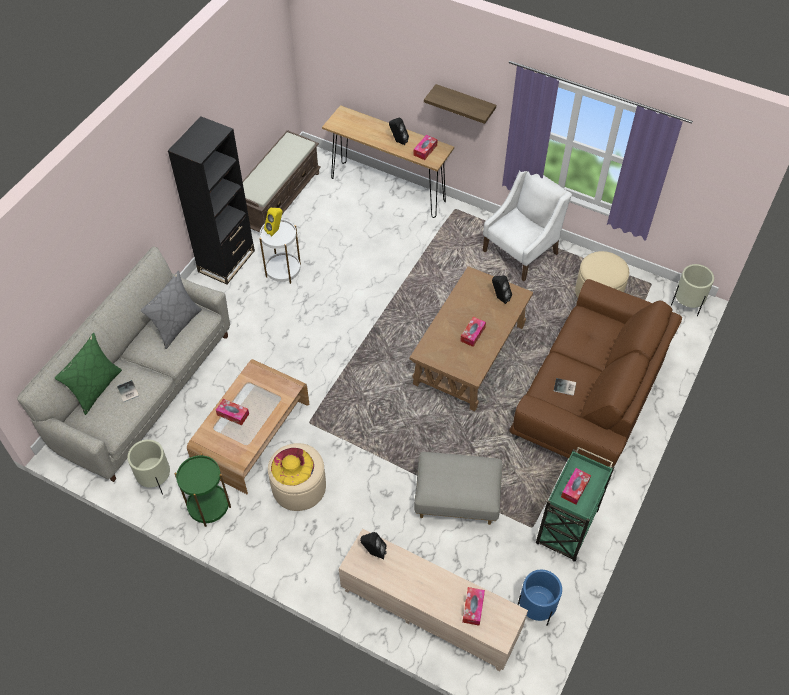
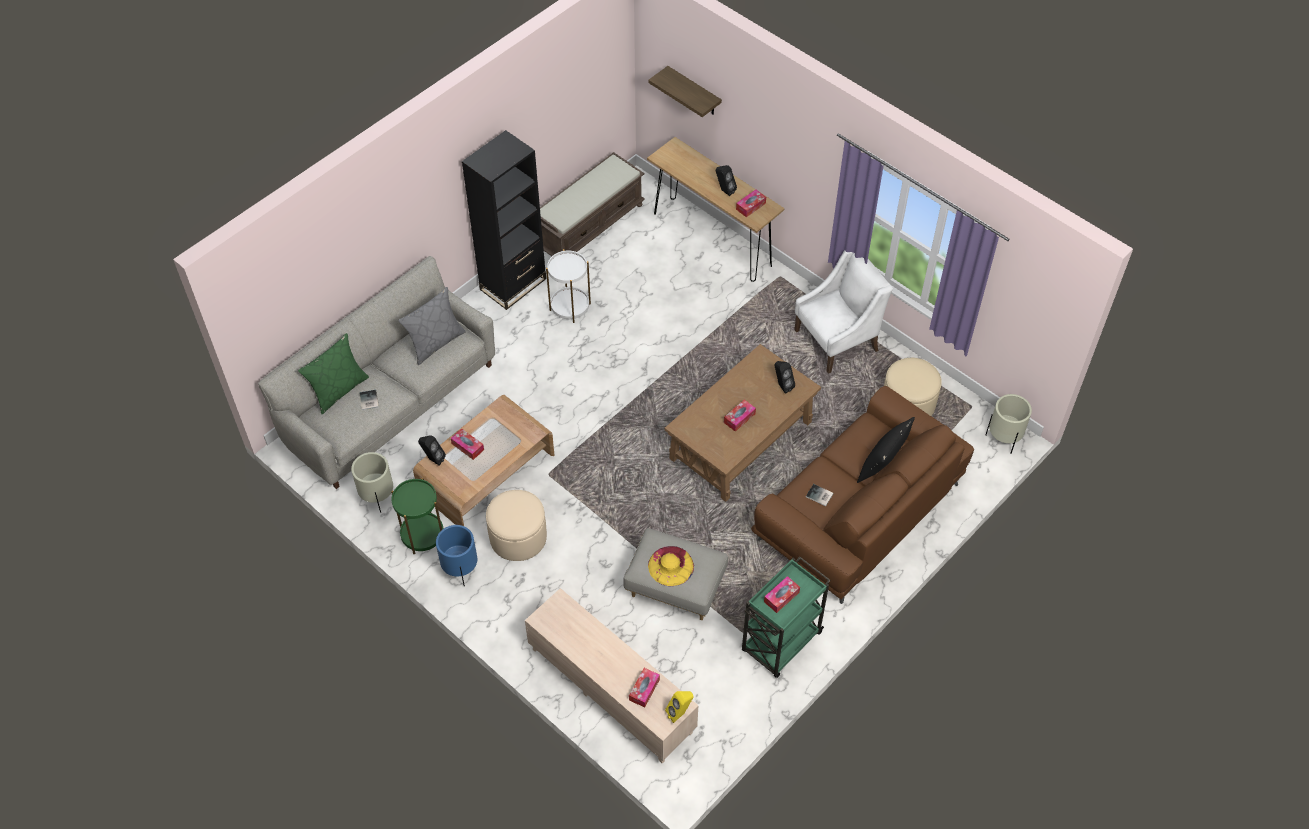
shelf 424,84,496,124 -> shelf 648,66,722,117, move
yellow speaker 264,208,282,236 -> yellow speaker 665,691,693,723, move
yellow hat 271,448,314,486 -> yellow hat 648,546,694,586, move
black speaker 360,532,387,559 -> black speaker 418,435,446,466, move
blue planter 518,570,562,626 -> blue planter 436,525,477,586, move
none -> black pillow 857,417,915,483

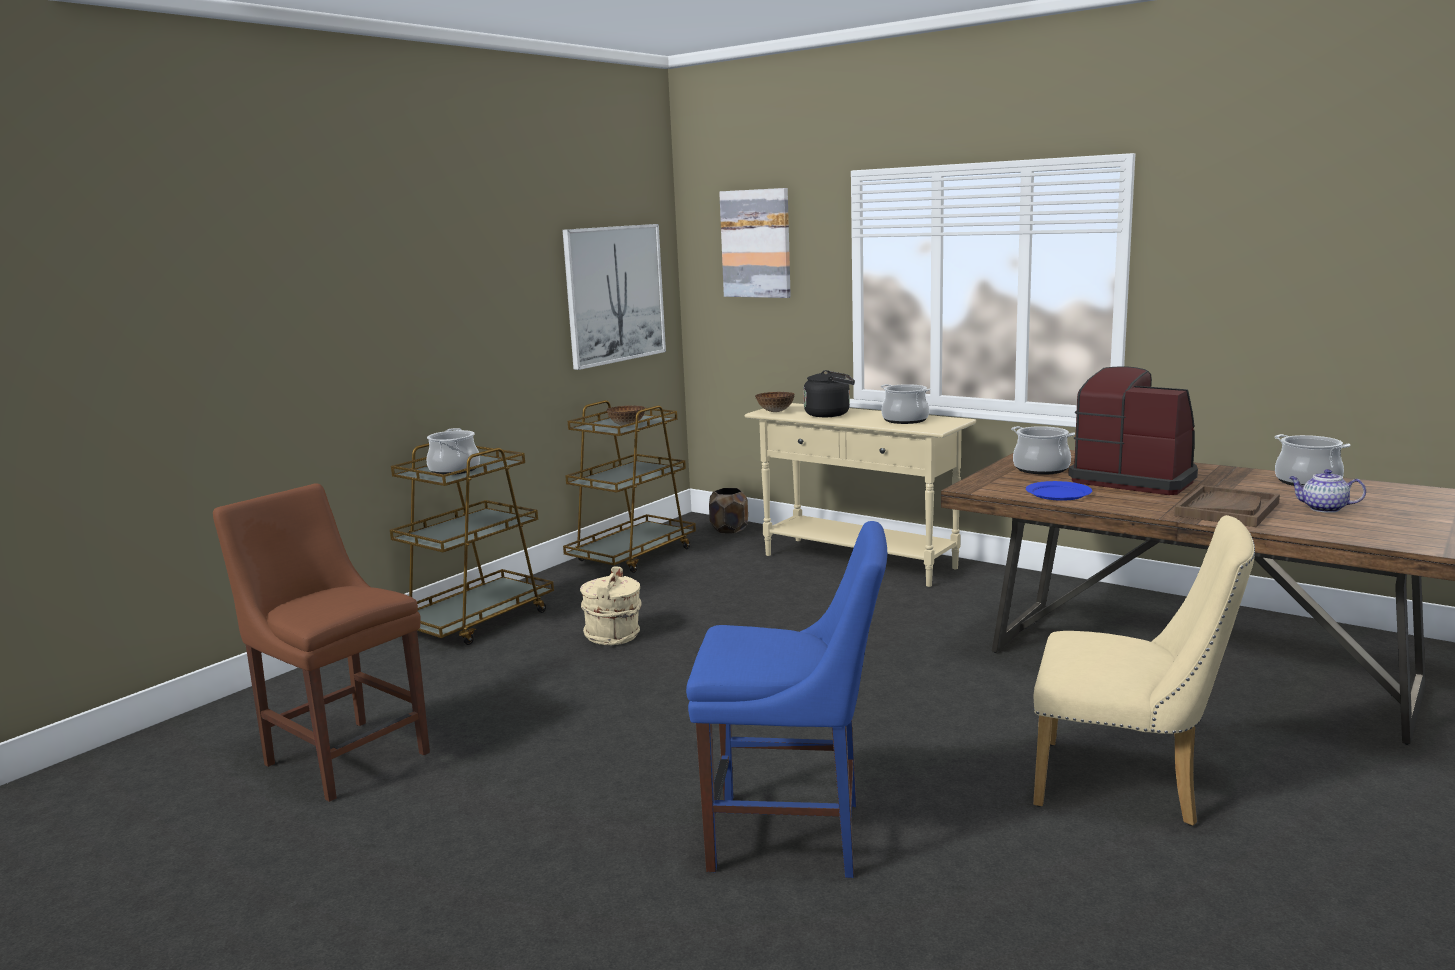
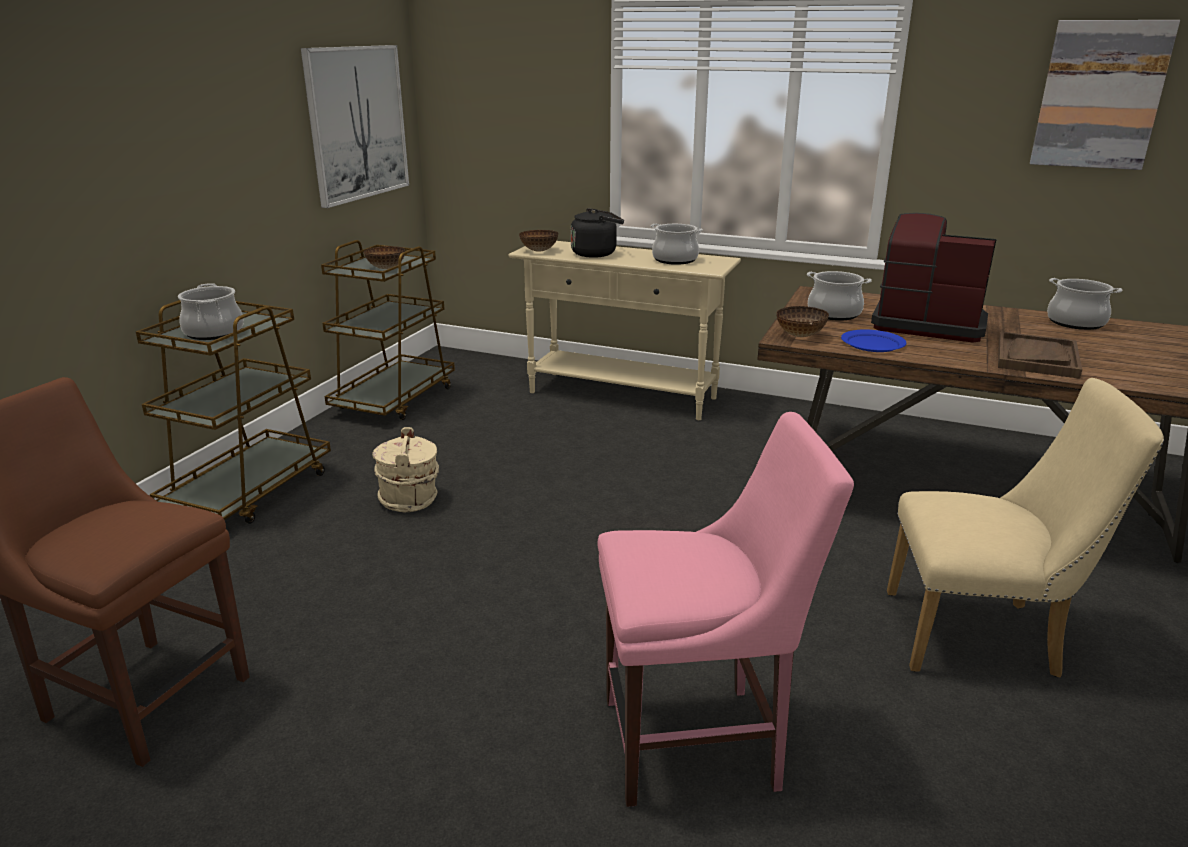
picture 719,188,791,298 -> picture 1030,20,1180,170, move
teapot 1289,469,1366,513 -> none
brown planter 709,488,748,533 -> none
blue chair 686,521,887,878 -> pink chair 597,412,854,807
none -> bowl 776,306,829,337

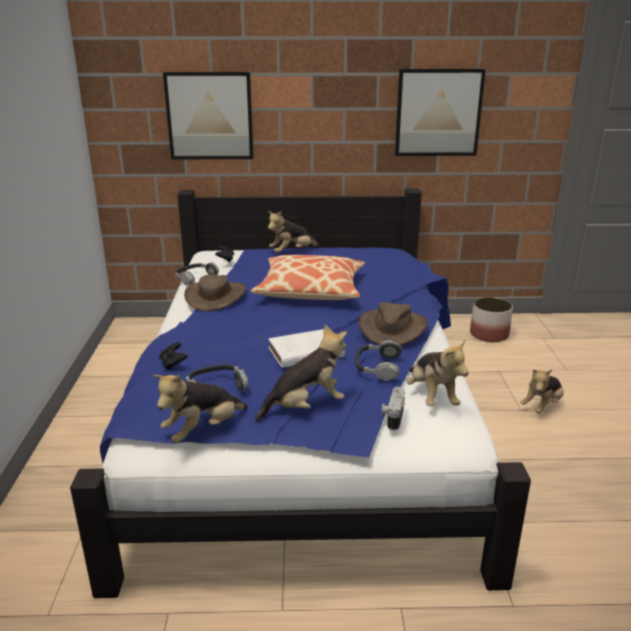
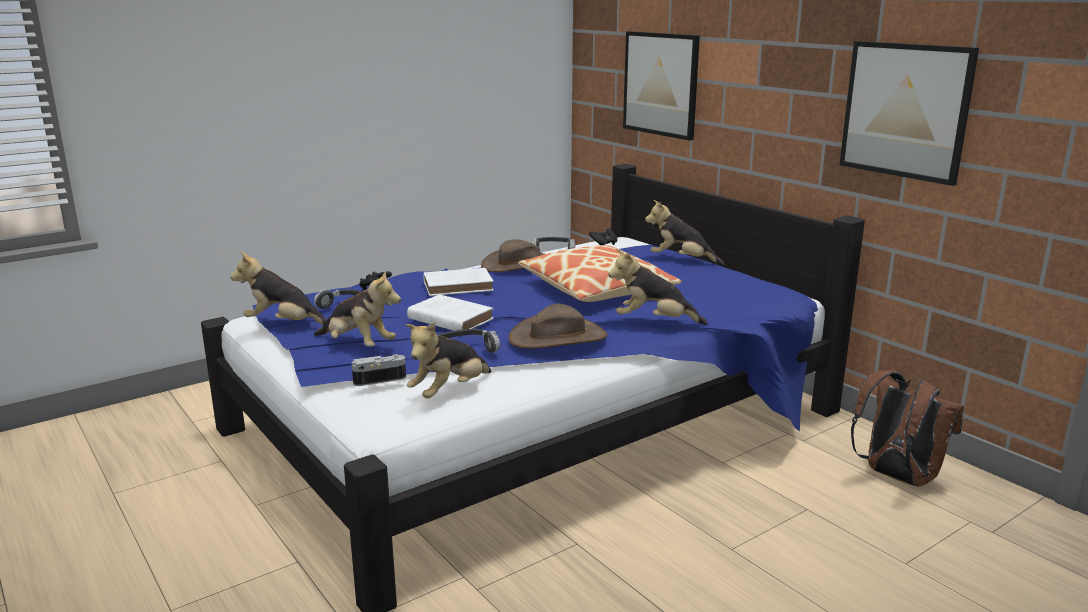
planter 470,297,513,342 -> brown backpack 851,370,964,487
plush toy 520,369,564,414 -> plush toy 608,249,708,325, move
none -> white book 423,268,494,296

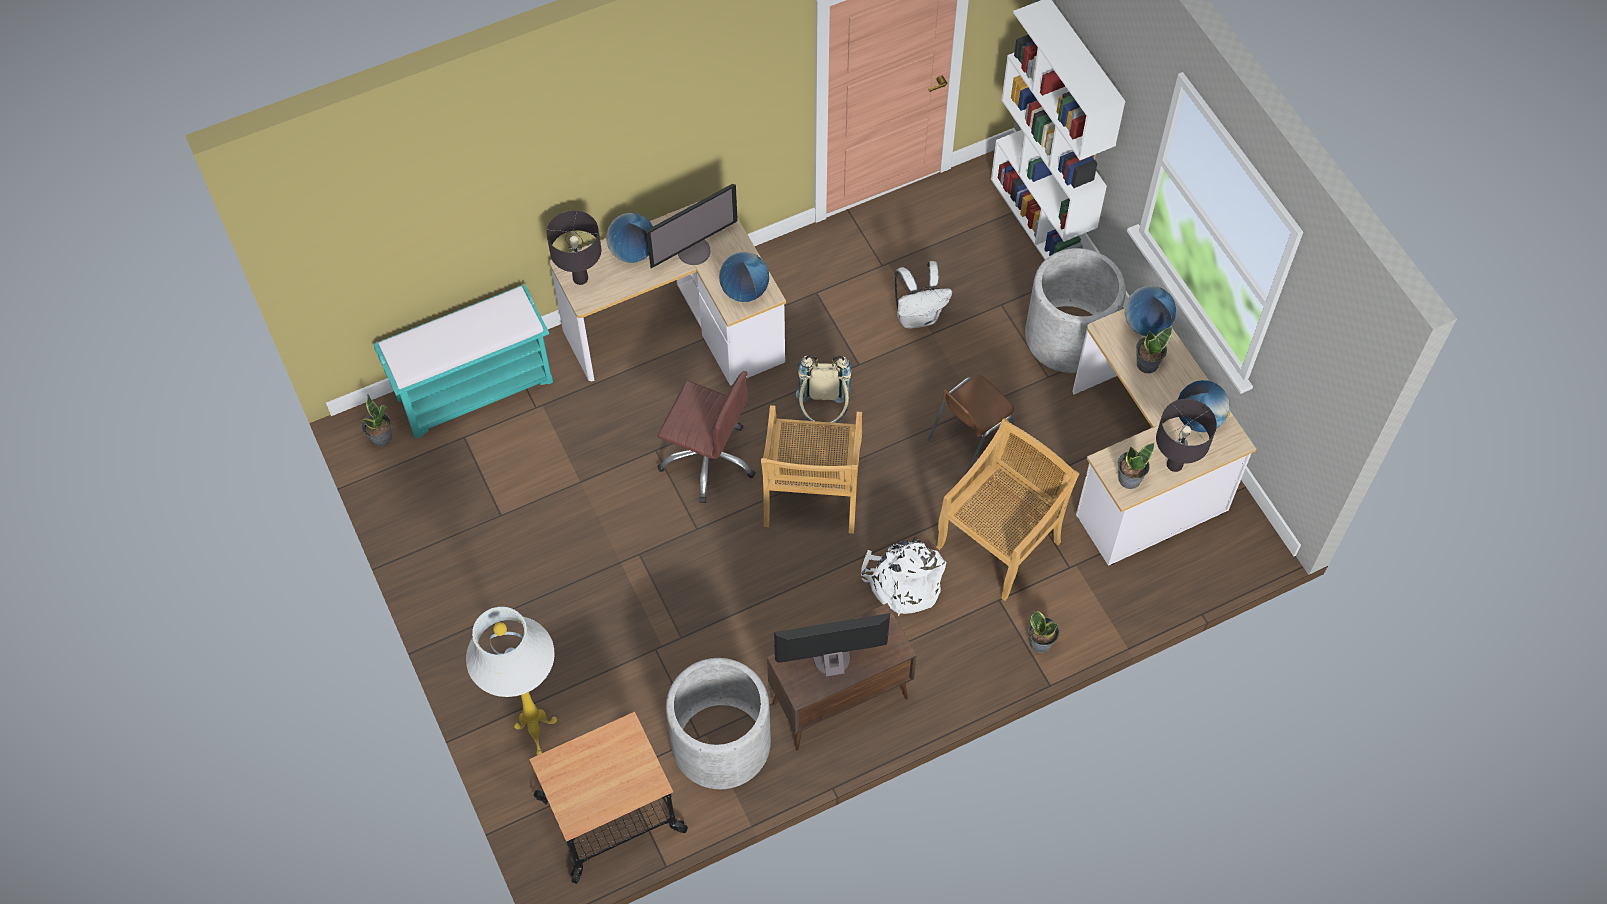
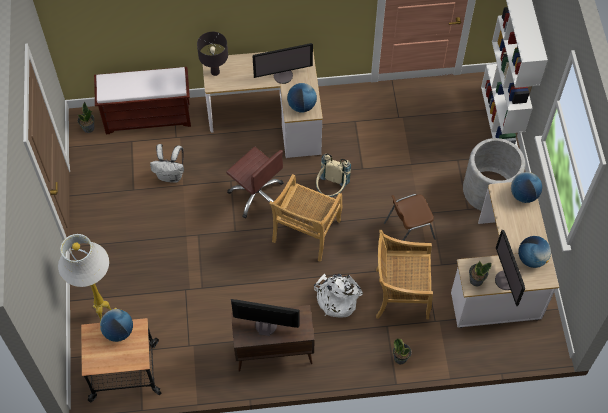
globe 606,213,653,263 -> globe 100,309,133,342, move
white backpack 895,261,952,329 -> white backpack 150,144,184,183, move
turquoise bench 374,284,553,439 -> brown bench 94,67,191,134
potted plant 1136,327,1172,373 -> none
black table lamp 1156,399,1217,472 -> monitor 495,230,525,306
beige chair 936,418,1080,601 -> beige chair 376,230,433,319, 150 degrees counterclockwise
grey planter 666,658,771,789 -> none

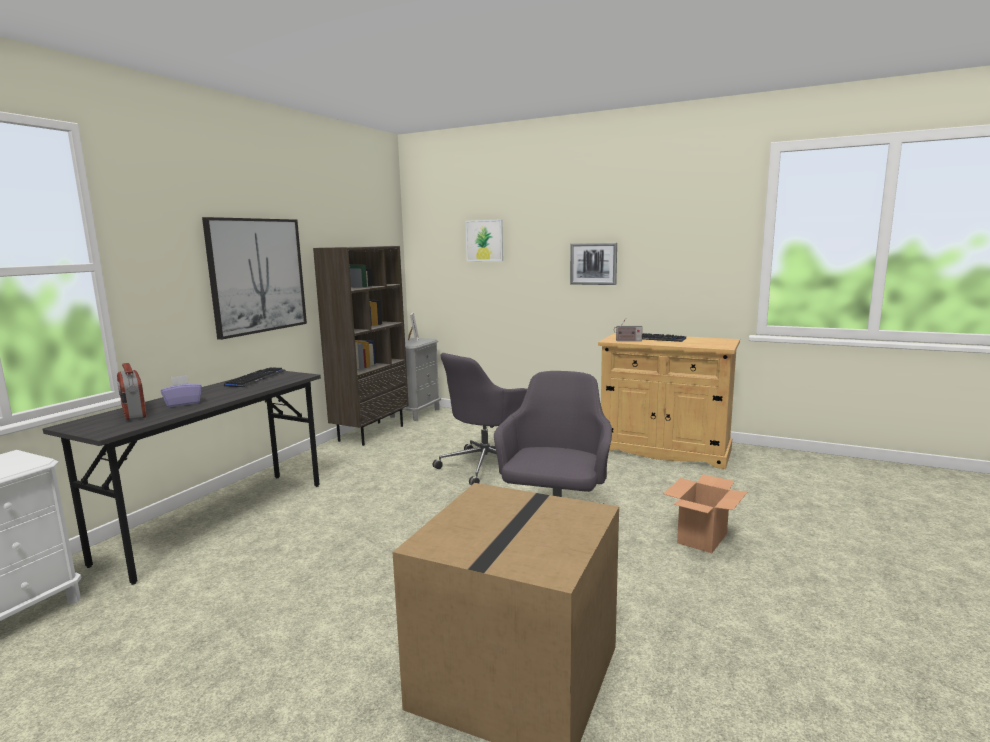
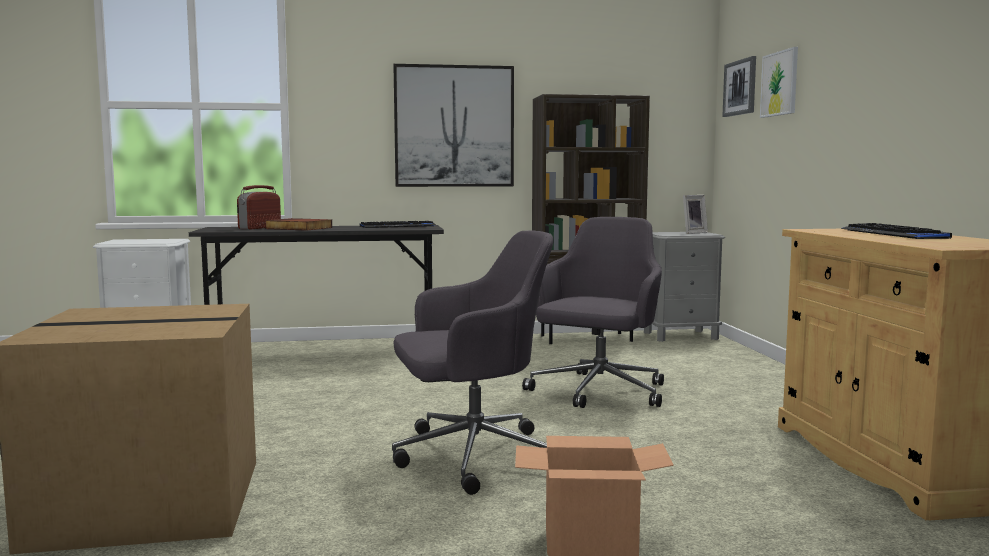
picture 570,243,617,285 -> picture 722,56,756,117, move
radio 614,318,642,341 -> none
grey office chair 432,353,527,485 -> grey office chair 522,217,664,408, 105 degrees clockwise
purple tissue box 161,375,202,407 -> book 265,218,332,231

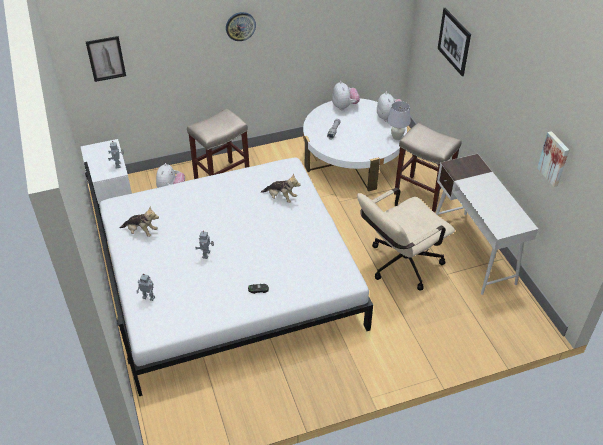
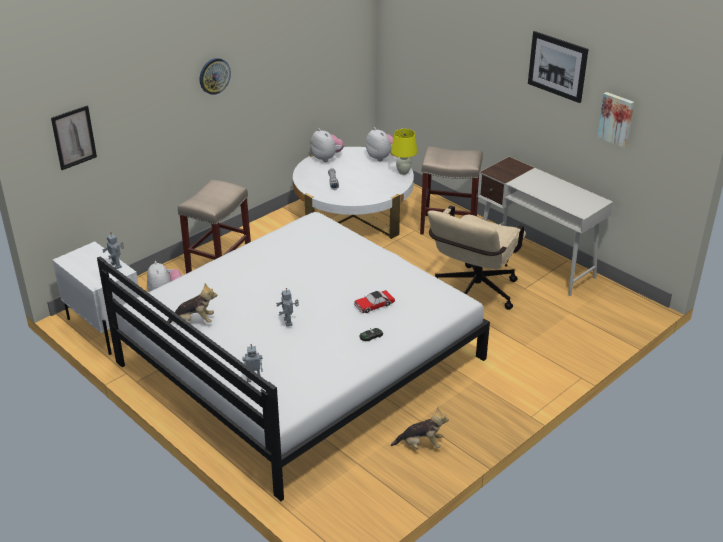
picture 438,8,471,76 -> picture 528,31,588,103, move
white table lamp 387,101,411,140 -> yellow table lamp 391,129,417,175
plush toy 261,174,301,203 -> plush toy 391,407,449,449, move
none -> toy car 354,290,395,313

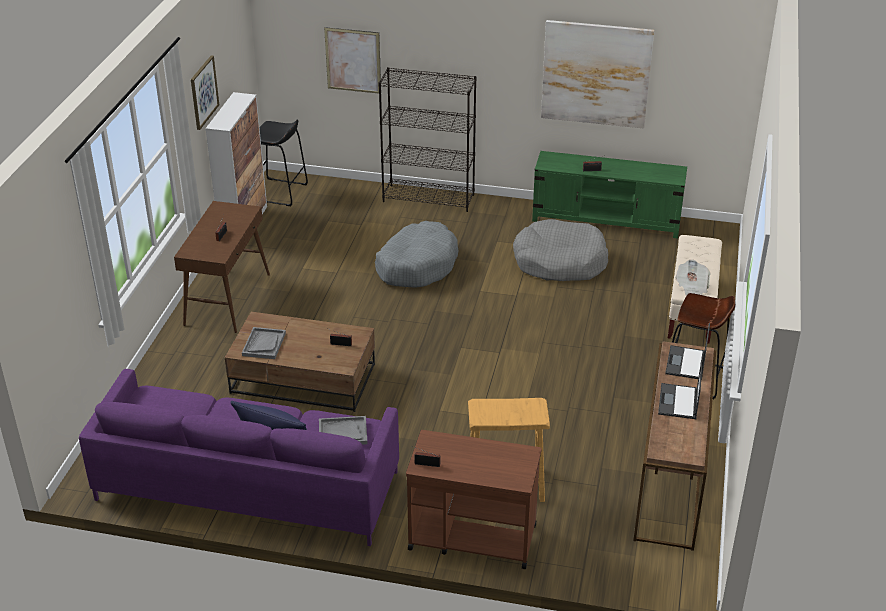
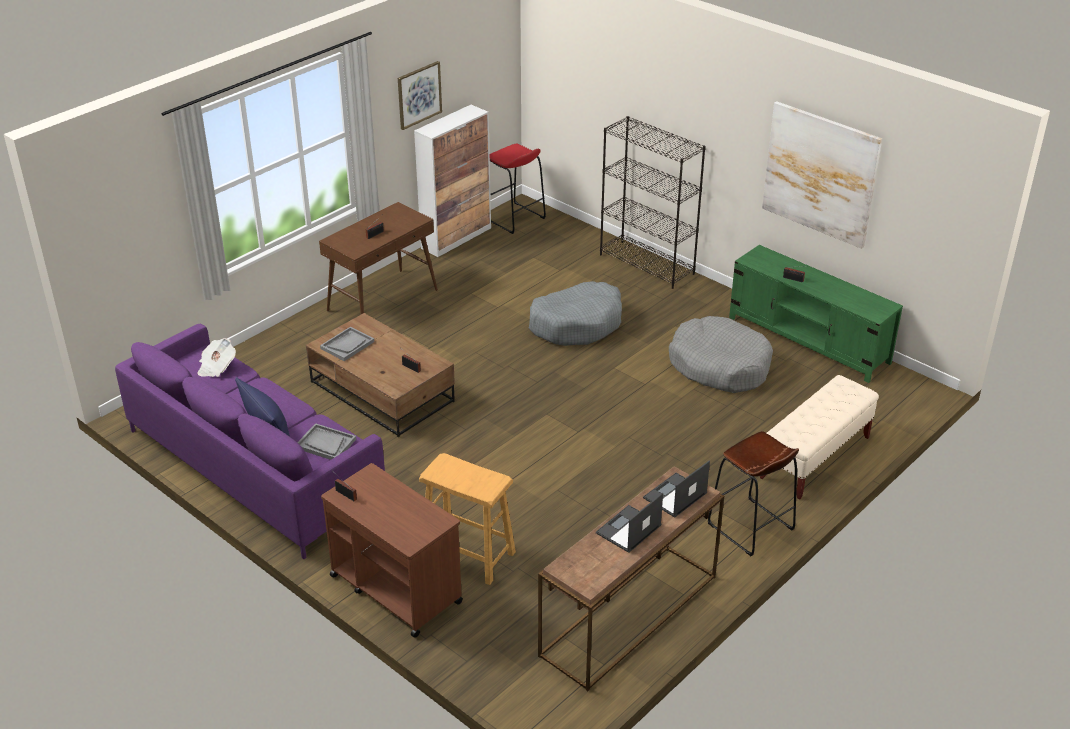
picture 324,27,381,93 -> none
black stool 260,119,308,206 -> red stool 490,143,546,234
newspaper 675,260,710,296 -> newspaper 198,338,236,377, move

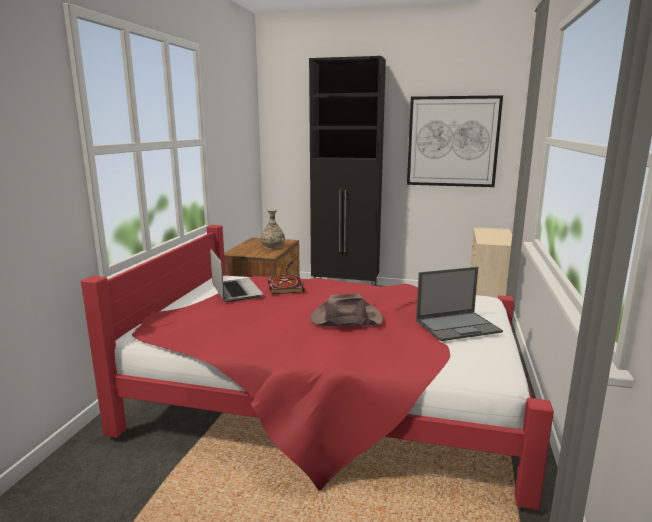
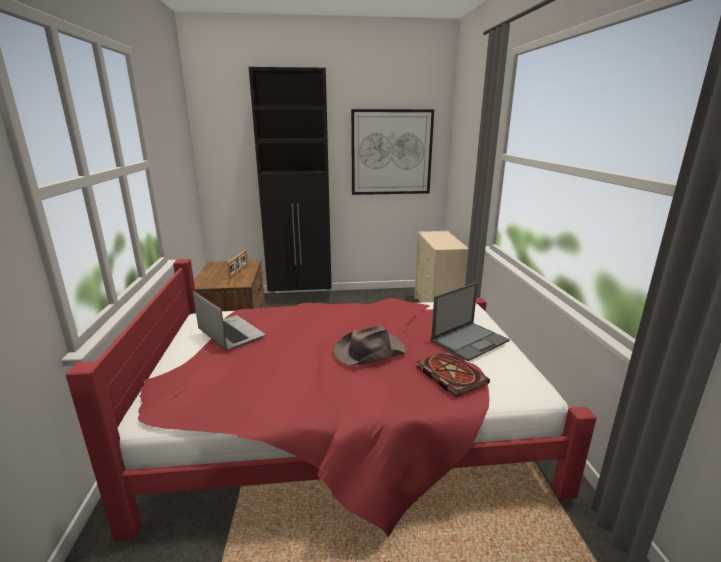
vase 260,209,285,249 -> picture frame 227,250,248,279
book 268,274,305,294 -> book 417,351,490,397, move

